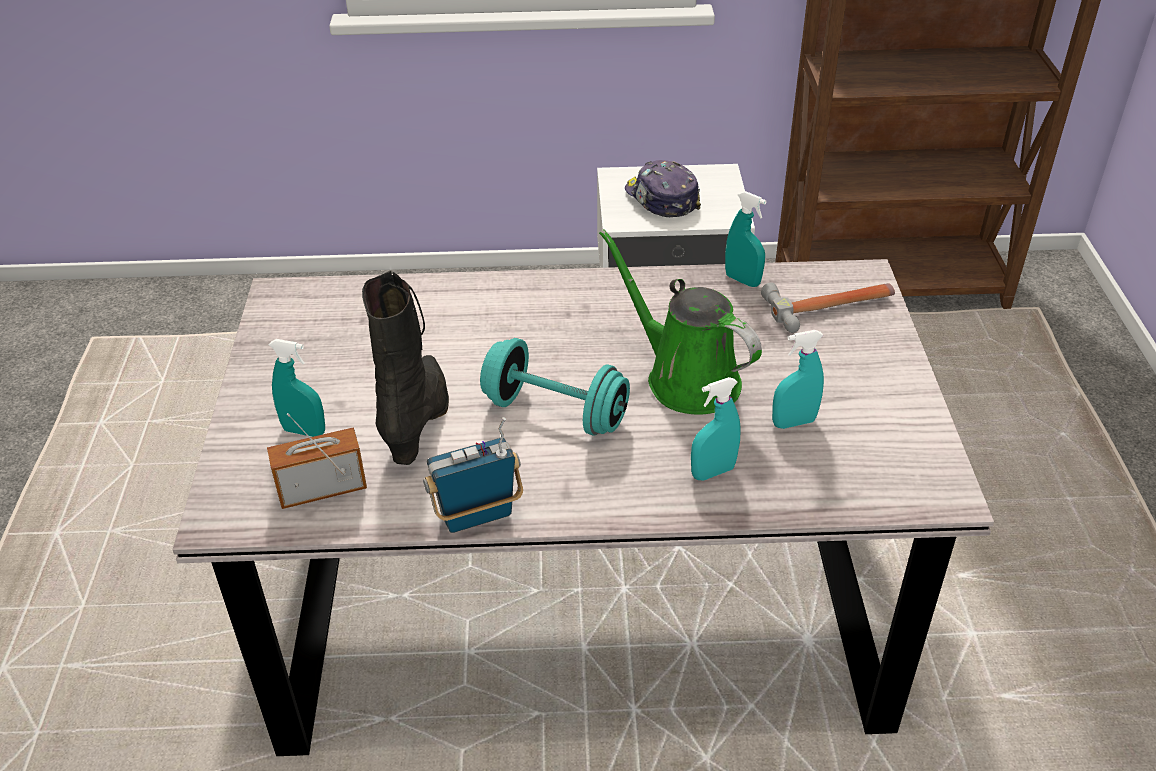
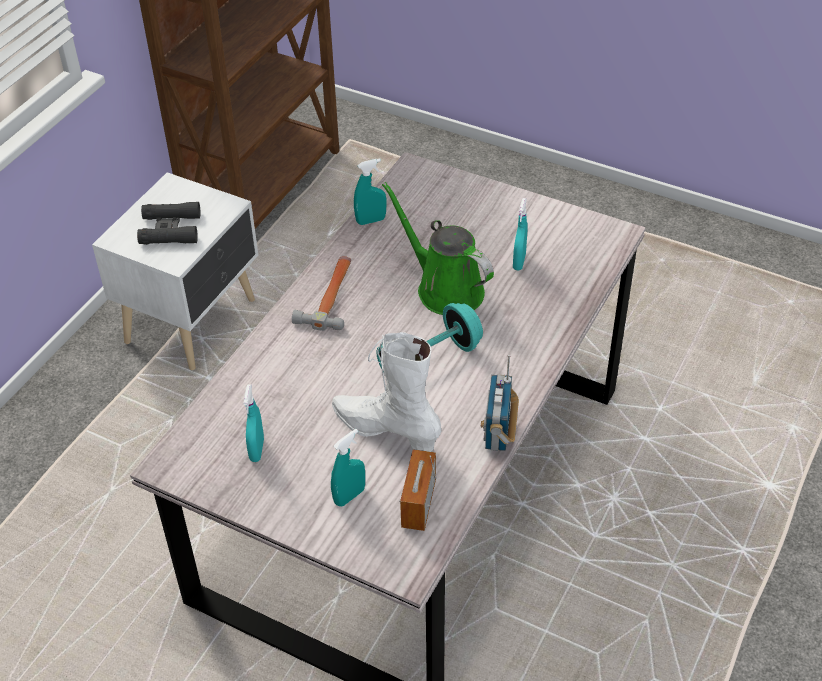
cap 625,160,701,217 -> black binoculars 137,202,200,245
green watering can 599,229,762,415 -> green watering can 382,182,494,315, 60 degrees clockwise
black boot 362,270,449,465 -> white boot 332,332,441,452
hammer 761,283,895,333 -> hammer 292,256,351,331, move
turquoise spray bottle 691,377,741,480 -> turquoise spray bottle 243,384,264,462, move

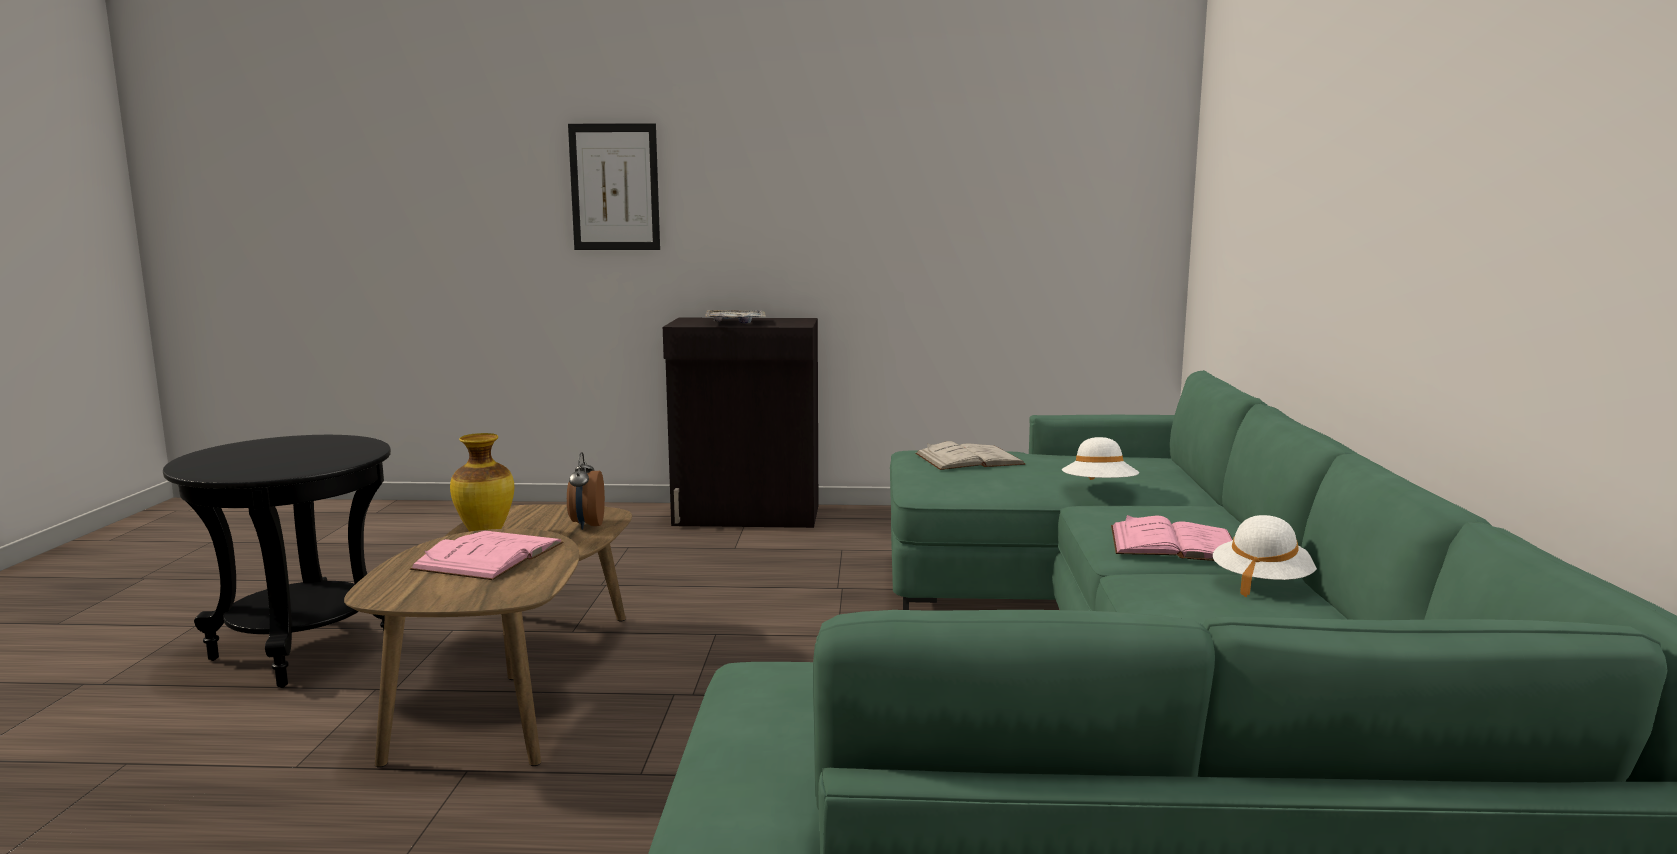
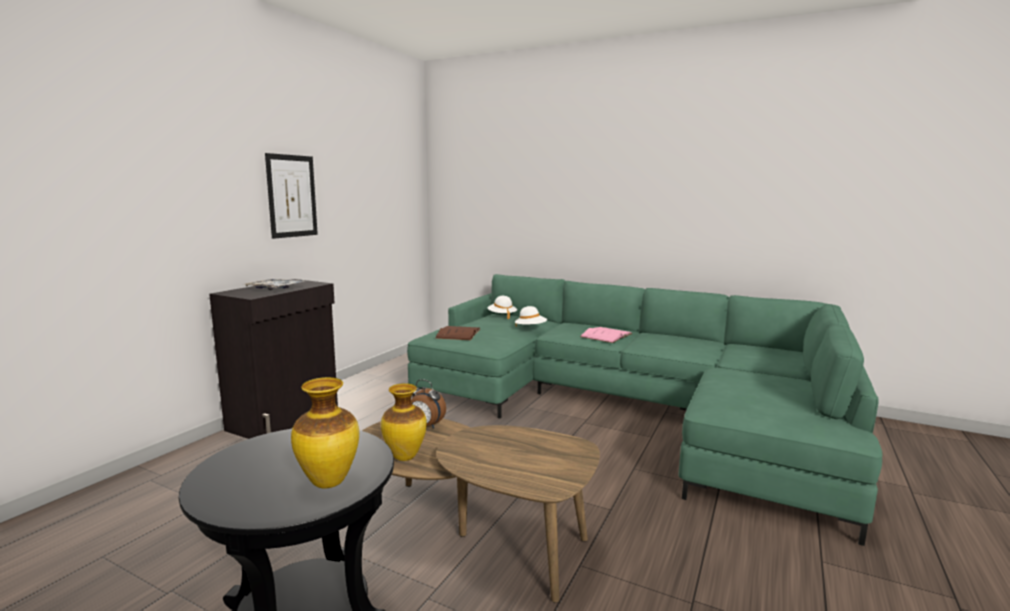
picture 568,123,660,250 -> picture 265,153,318,239, move
white book 915,441,1026,470 -> brown book 435,326,480,340
white hat 1213,515,1317,597 -> white hat 487,296,517,319, move
pink book 410,531,564,580 -> none
none -> vase 291,377,359,488

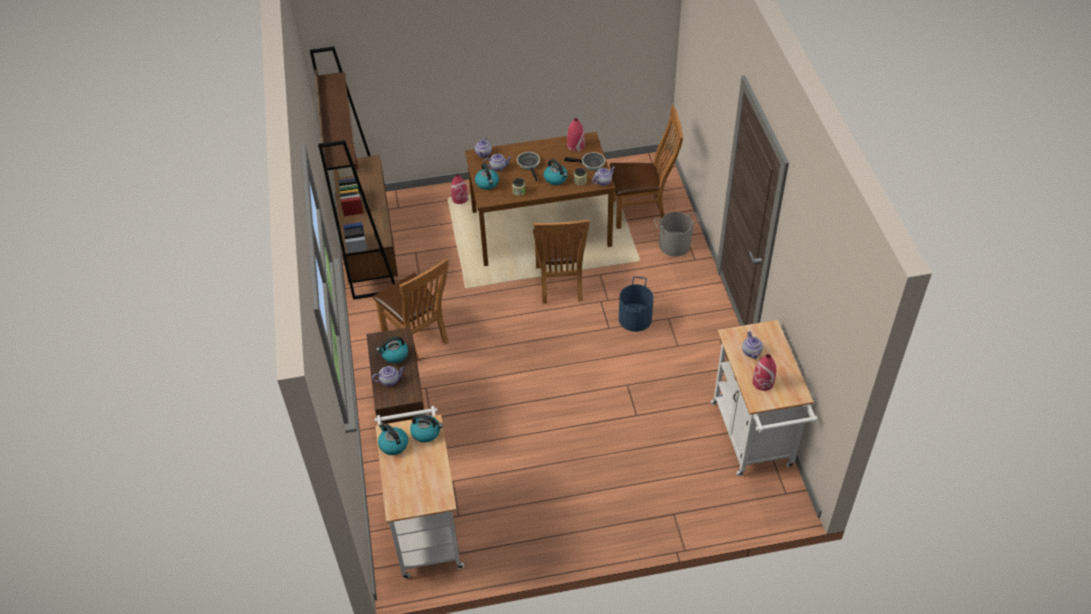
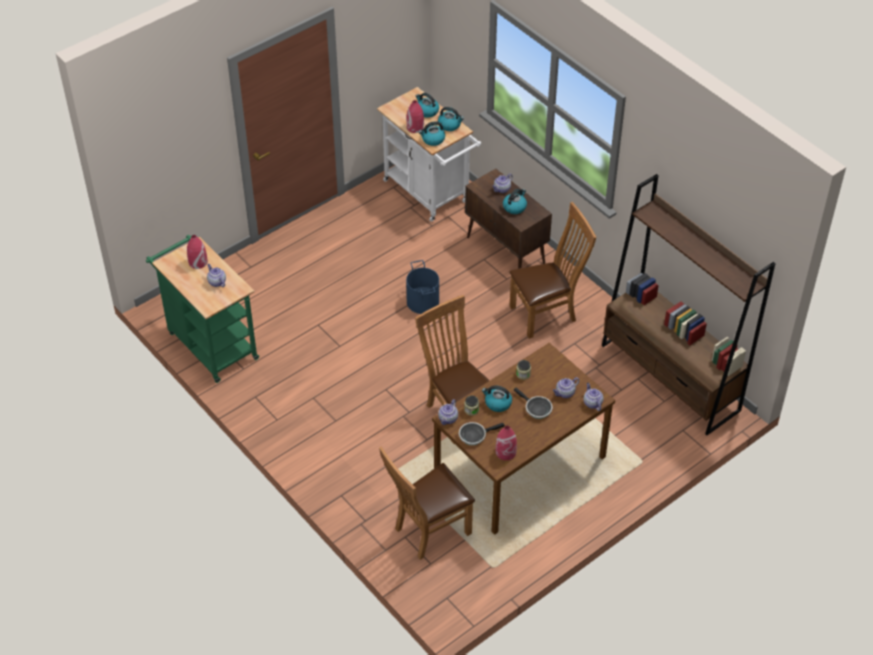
kettle 475,163,499,190 -> kettle 415,93,439,118, move
red vase 451,174,468,204 -> red vase 406,100,424,133, move
grey bucket 654,212,700,257 -> none
brown chair 373,258,449,361 -> brown chair 509,202,596,339, 135 degrees clockwise
blue bucket 619,276,653,332 -> blue bucket 406,260,439,314, move
white cart 711,320,818,476 -> green cart 146,235,259,383

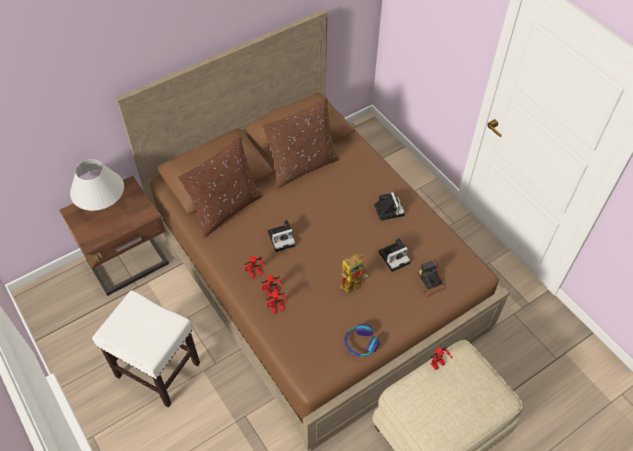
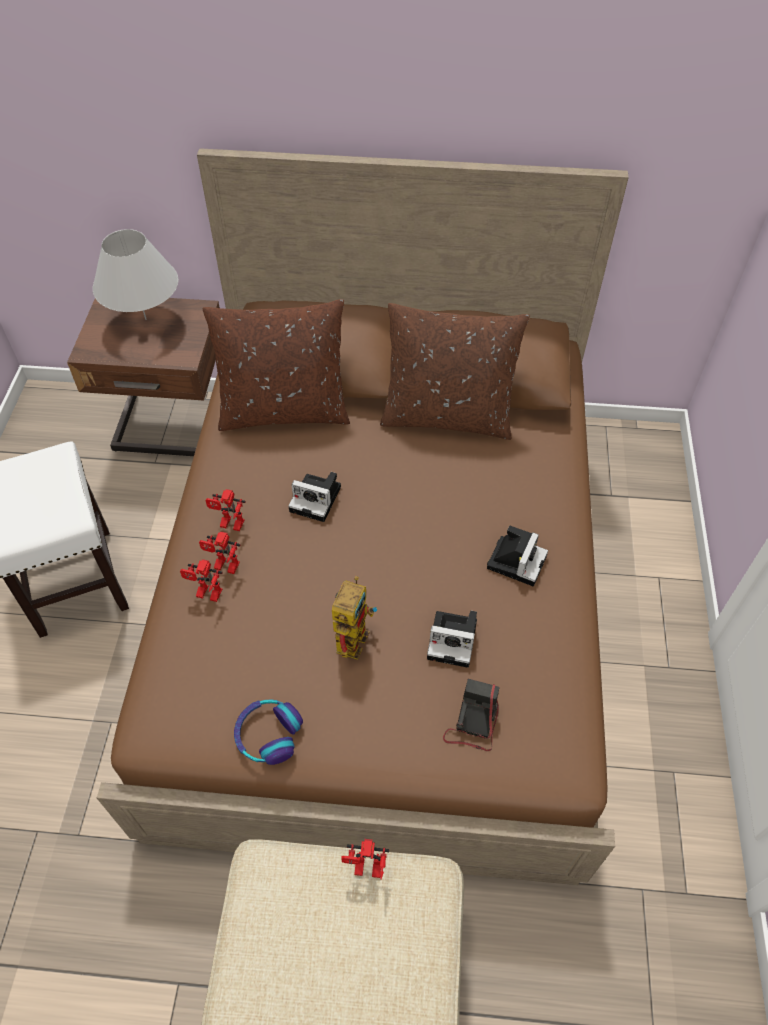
toy robot 340,253,368,295 -> toy robot 332,576,377,660, 75 degrees counterclockwise

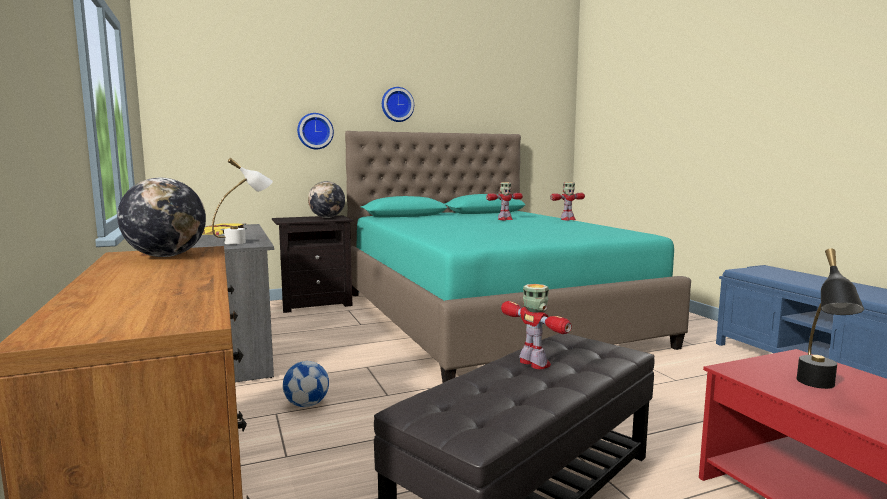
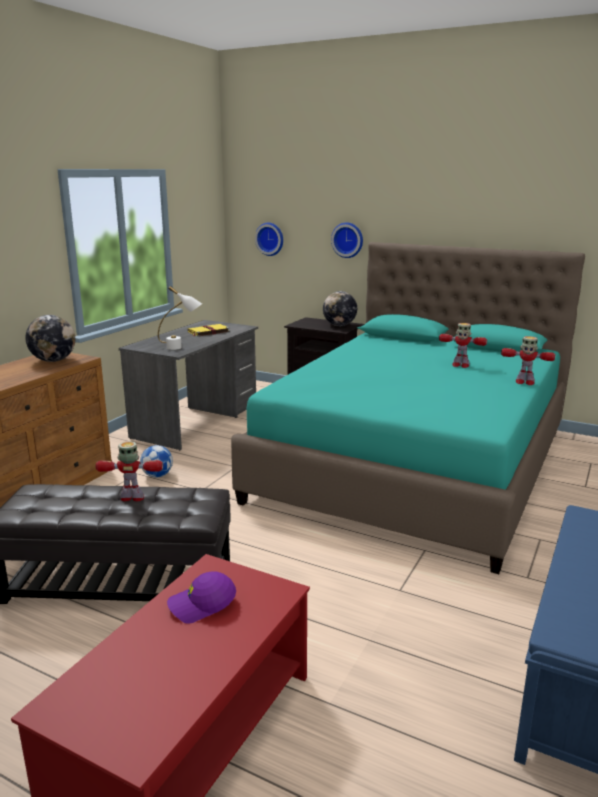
wall clock 382,87,414,122 -> wall clock 255,223,283,256, move
black table lamp 796,248,864,389 -> purple cap 167,571,236,624
toy robot 501,284,572,369 -> toy robot 96,441,163,501, 105 degrees counterclockwise

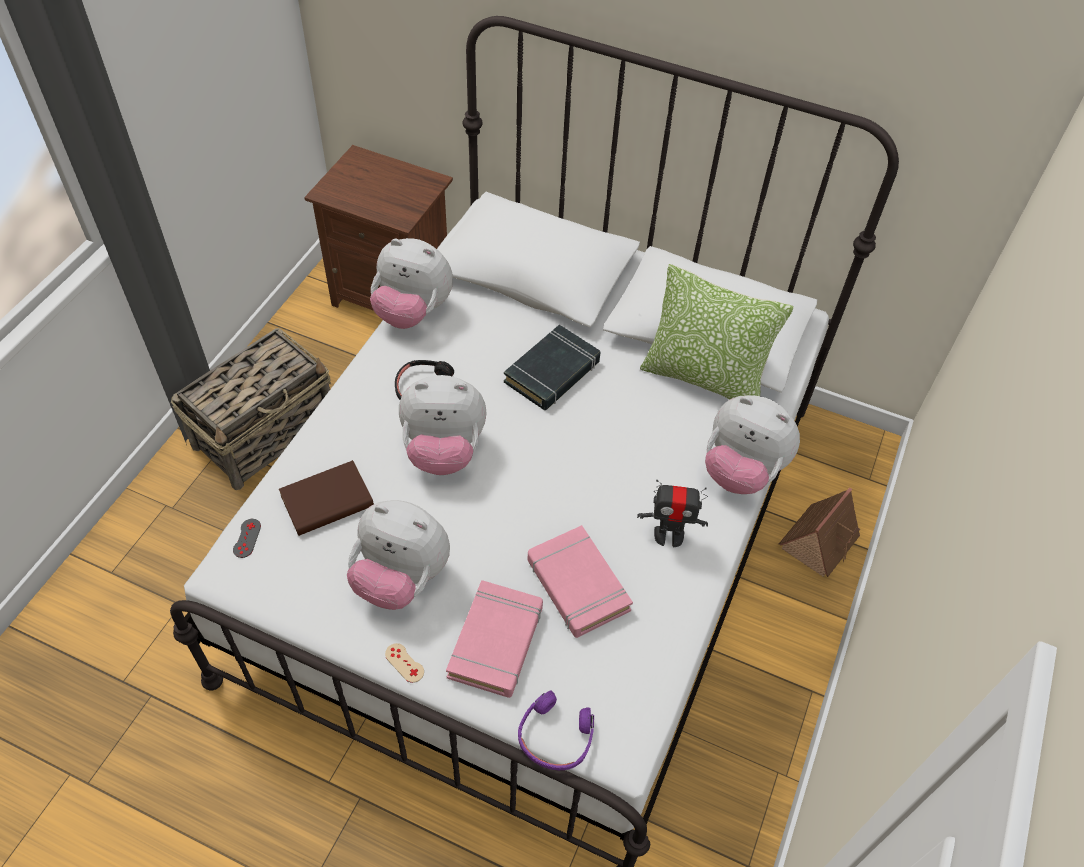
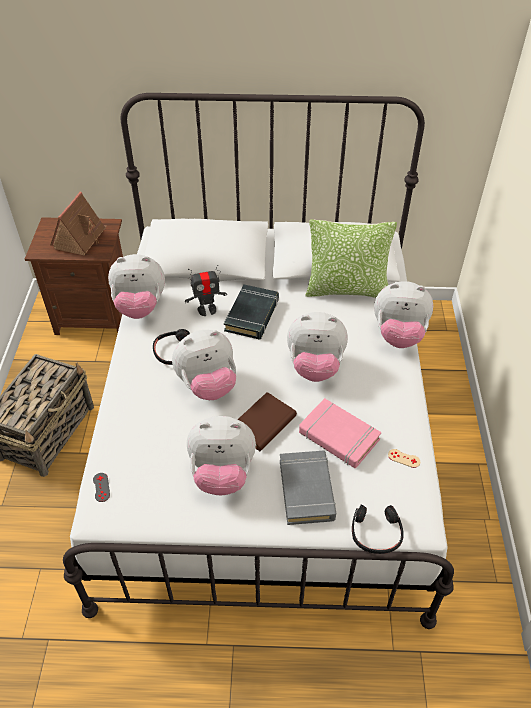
brown book 279,460,374,536 -> brown book 238,392,297,451, move
toy robot 637,480,708,547 -> toy robot 185,265,227,316, move
toy house 779,487,860,577 -> toy house 50,192,107,256, move
pink book 446,580,543,698 -> grey book 280,451,336,525
beige game controller 385,643,424,683 -> beige game controller 388,449,420,468, move
purple headphones 518,691,594,770 -> black headphones 352,505,404,554
none -> plush toy 287,312,348,382

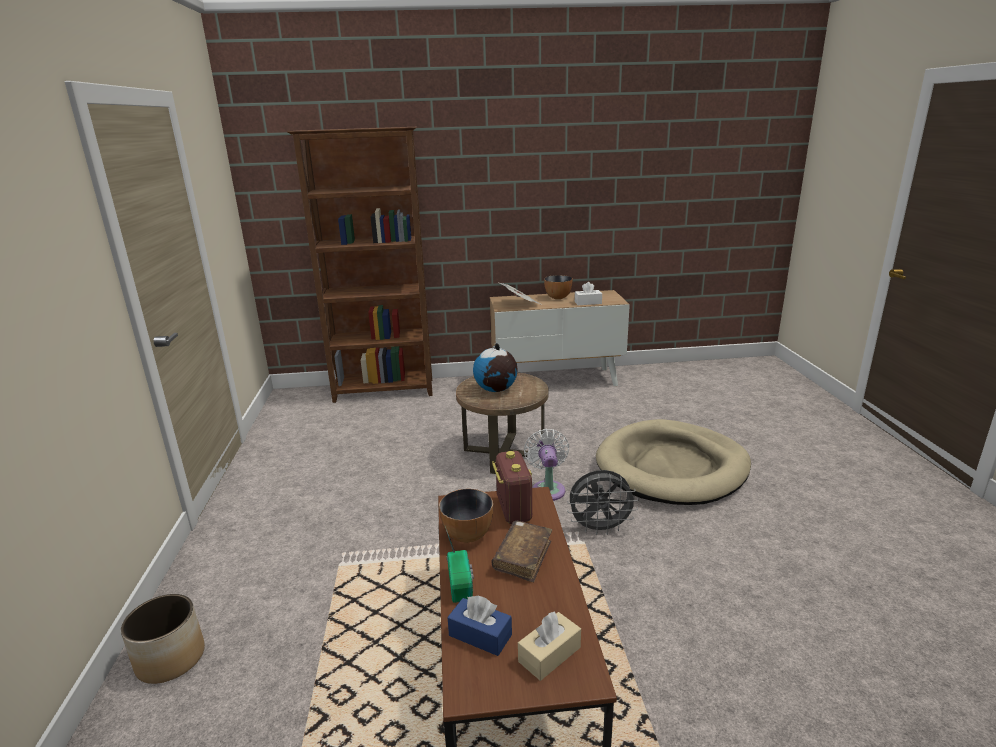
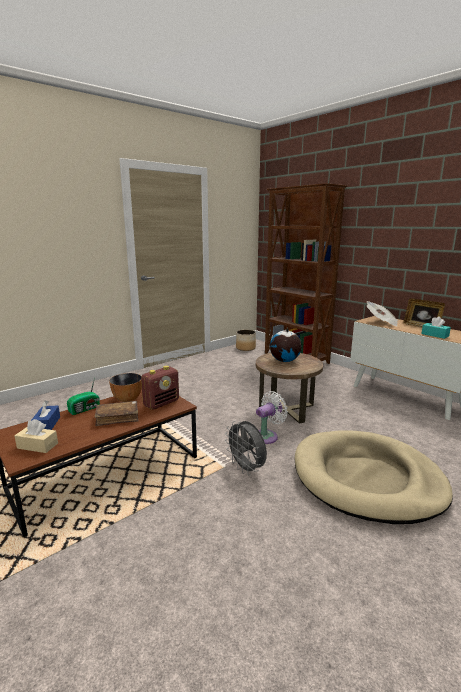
bowl 544,275,573,299 -> picture frame 403,298,445,328
white tissue box 575,282,602,305 -> turquoise tissue box 421,317,451,339
planter 121,594,205,684 -> planter 236,330,256,351, move

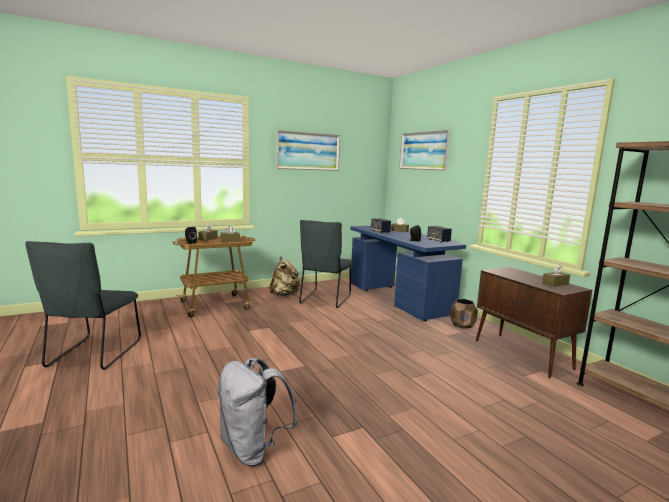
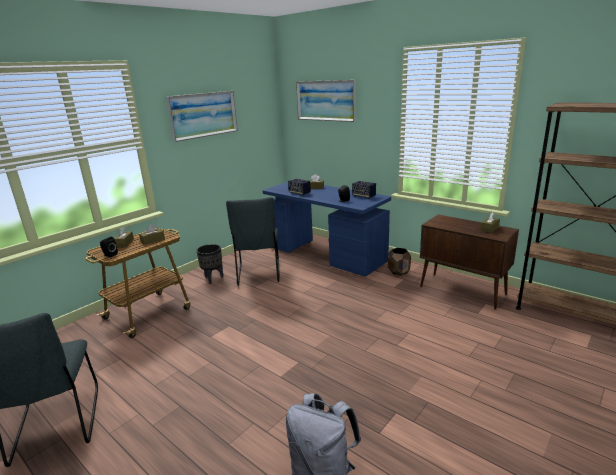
beige backpack 269,257,300,296 -> black planter 196,244,223,284

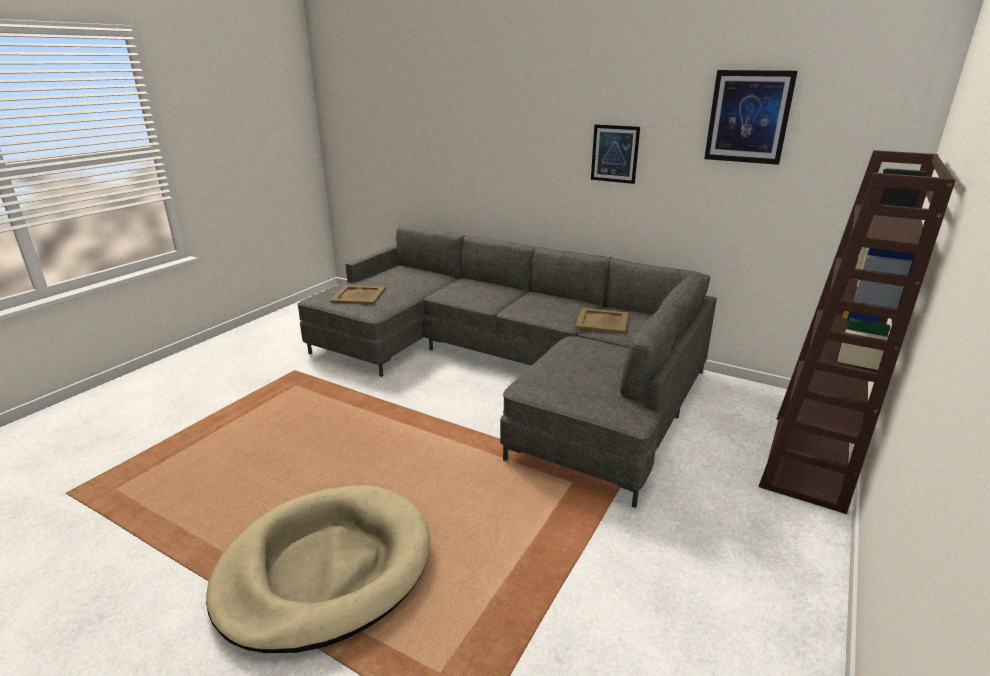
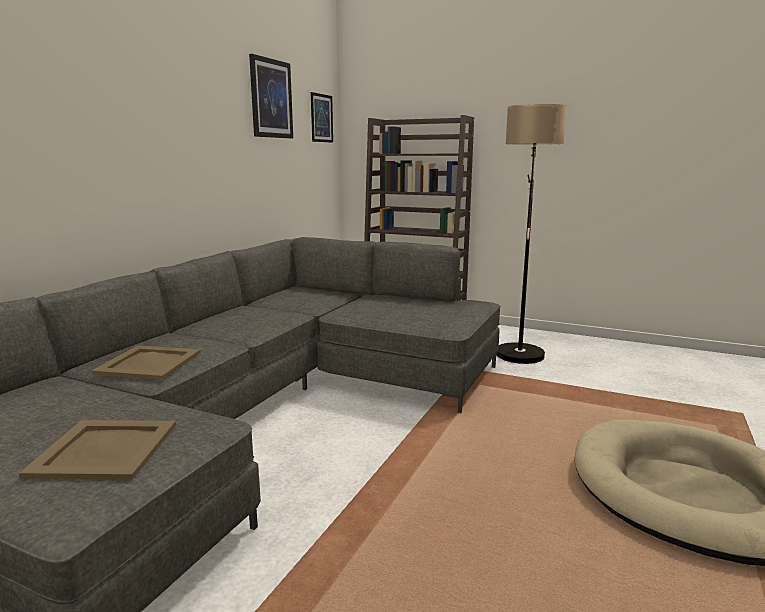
picture 591,124,640,184 -> picture 311,92,333,143, move
beige tray 575,308,629,333 -> beige tray 91,345,201,380, move
none -> floor lamp 496,104,567,364

